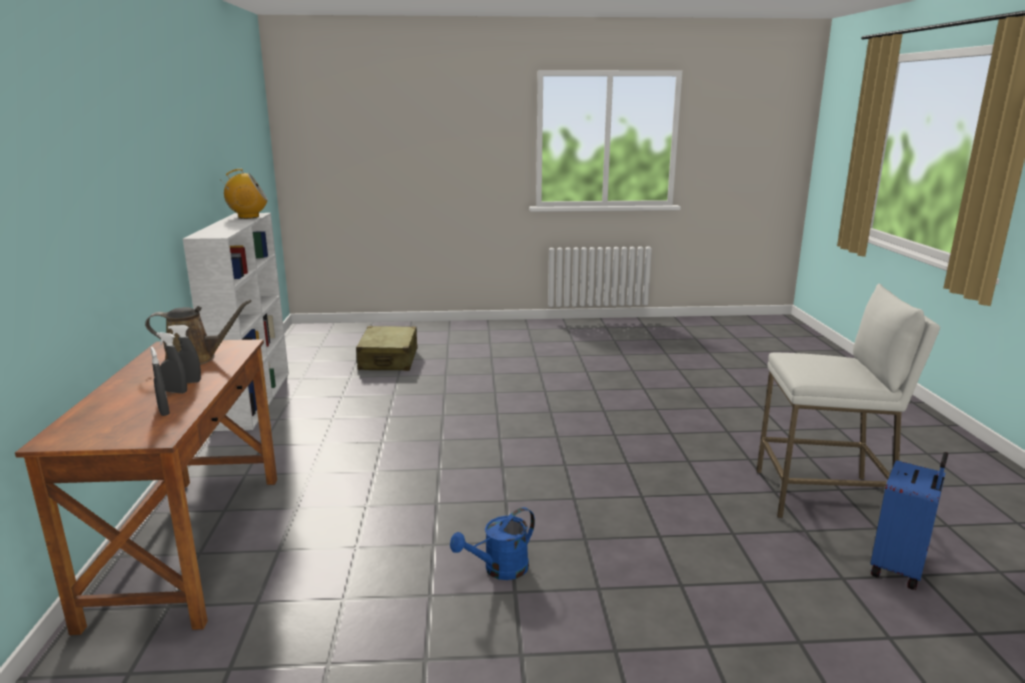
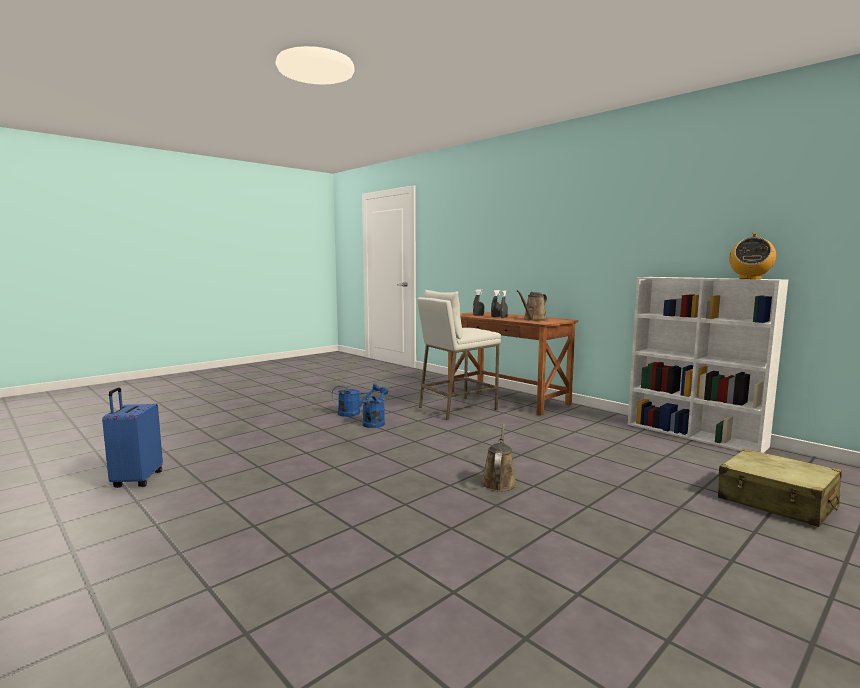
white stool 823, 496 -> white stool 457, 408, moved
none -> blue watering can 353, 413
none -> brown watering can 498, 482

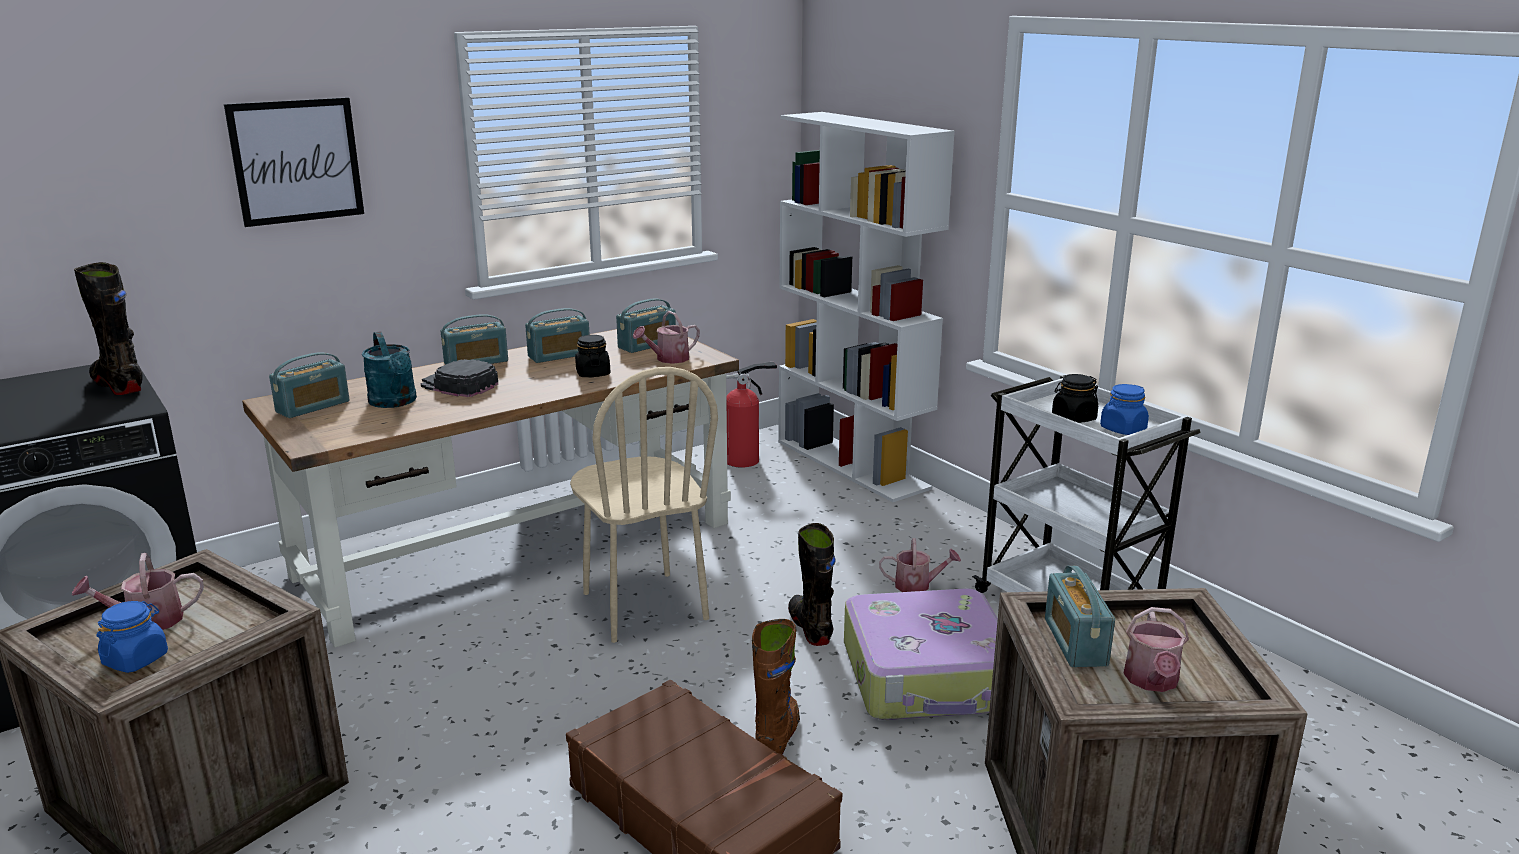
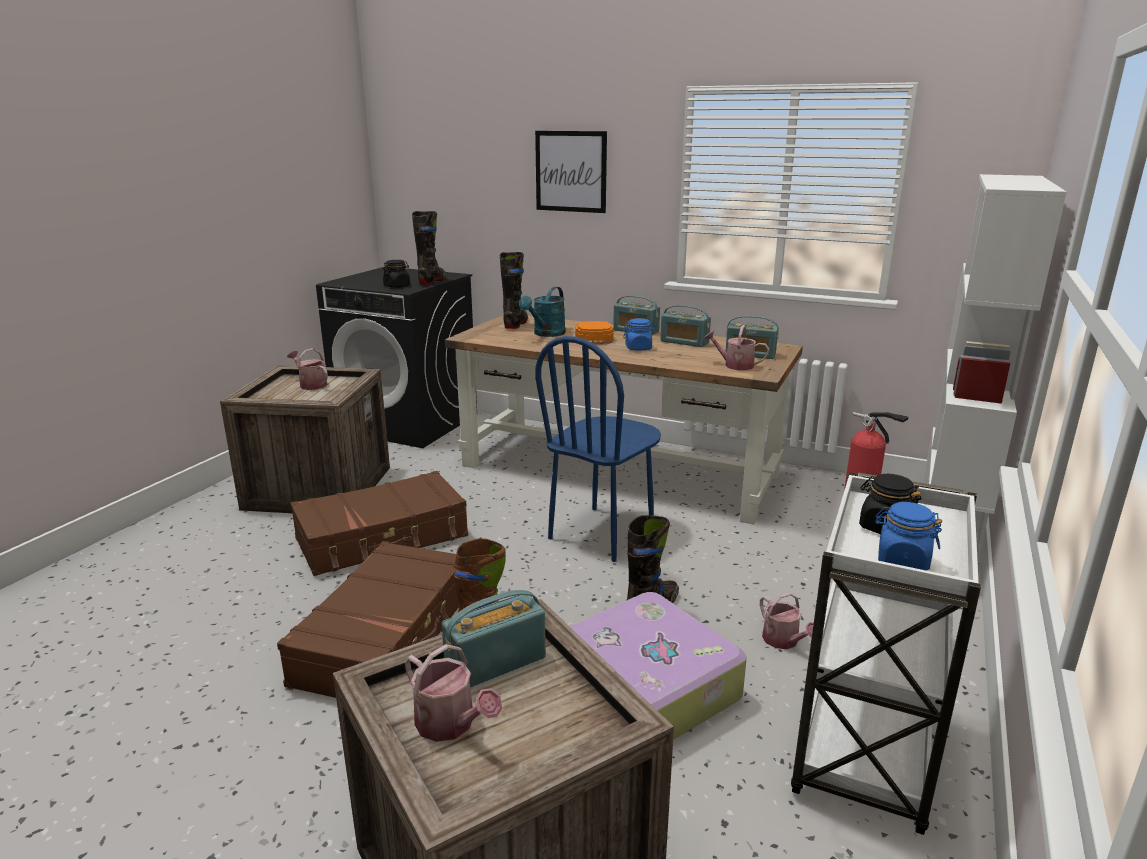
black jar 593, 373 -> black jar 397, 286, moved
radio 313, 407 -> black boot 516, 324
black cap 459, 385 -> orange cap 593, 337
beige chair 643, 606 -> blue chair 602, 533
blue jar 136, 659 -> blue jar 638, 348, moved
watering can 1152, 681 -> watering can 451, 724, 120 degrees counterclockwise
none -> brown suitcase 383, 538

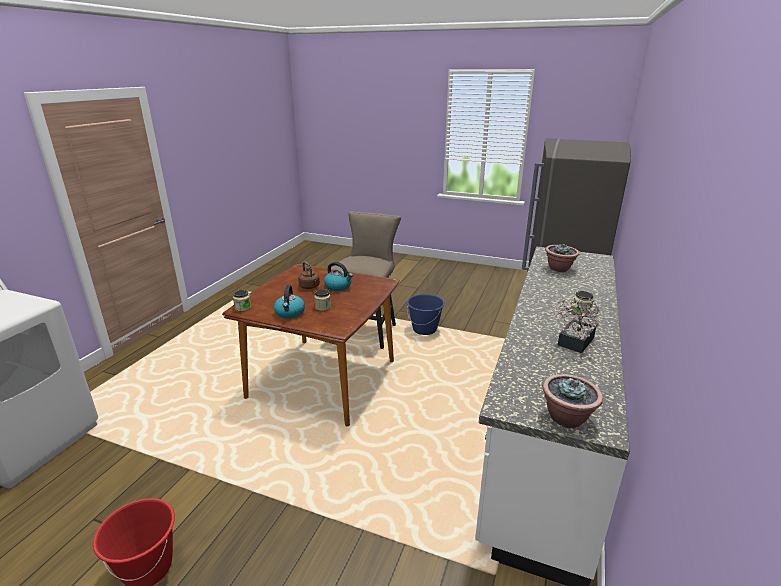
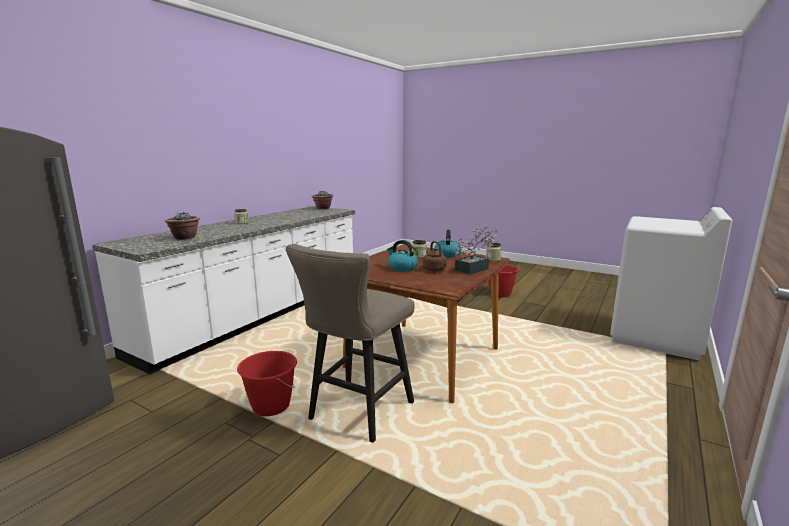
blue bucket 424, 329 -> red bucket 271, 406
potted plant 573, 343 -> potted plant 474, 269, moved

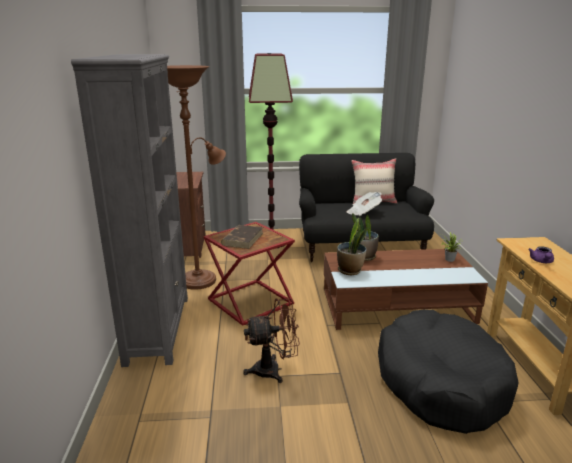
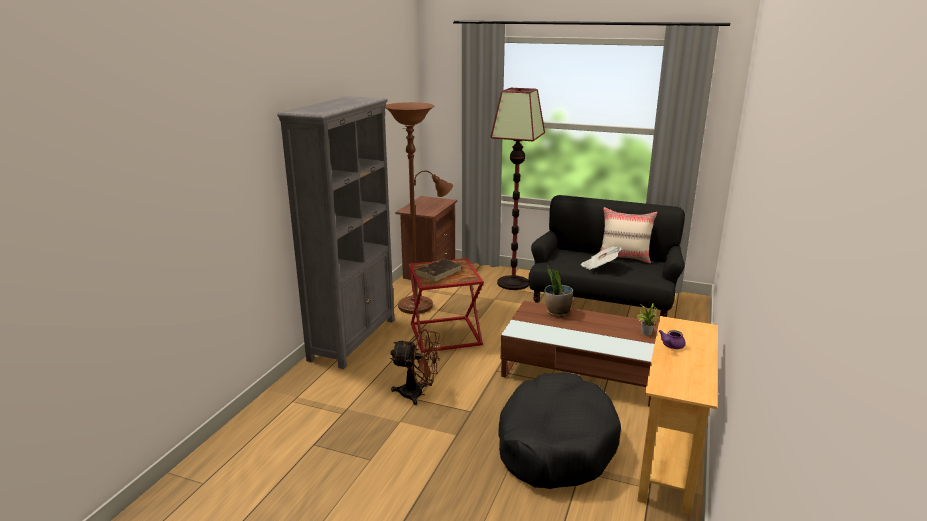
potted plant 350, 270 -> none

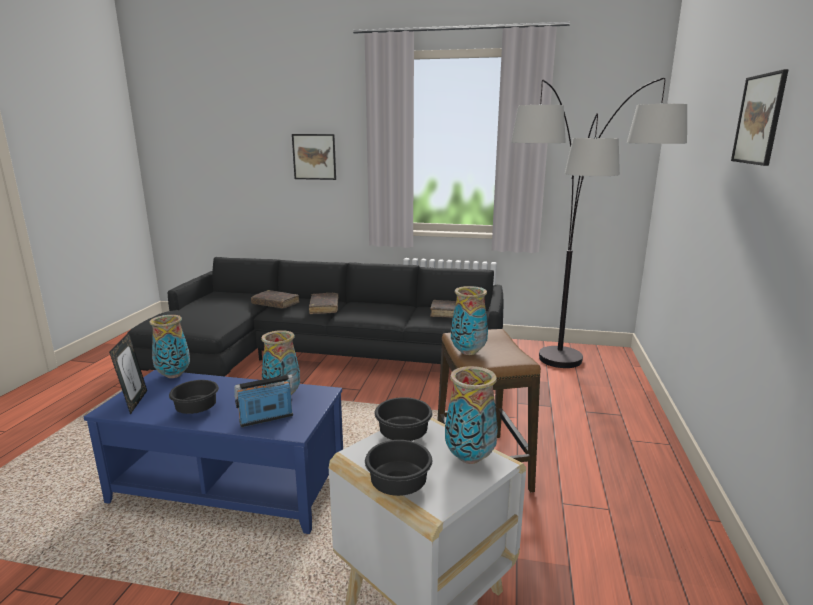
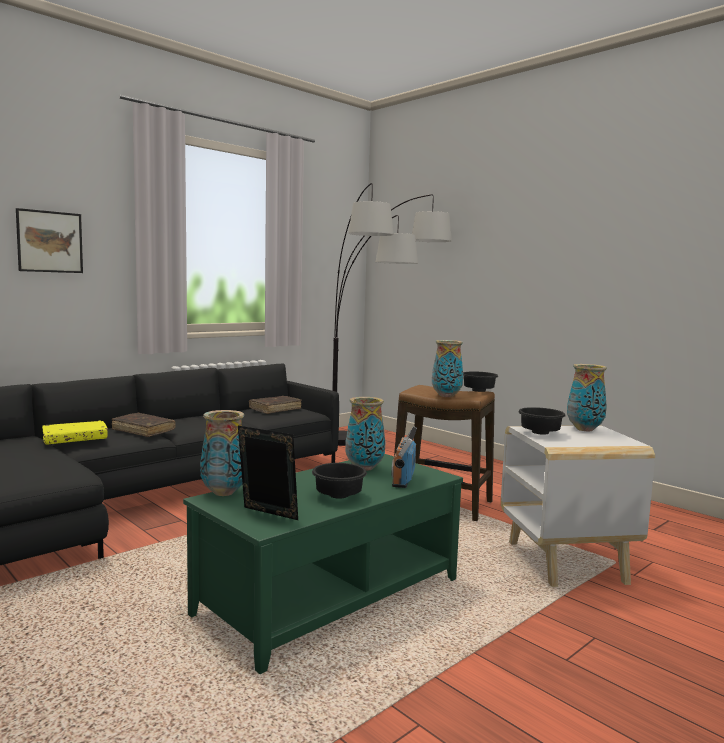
picture 759, 119 -> none
brown book 275, 304 -> yellow book 75, 439
blue coffee table 231, 484 -> green coffee table 329, 596
black bowl 400, 484 -> black bowl 478, 391, moved

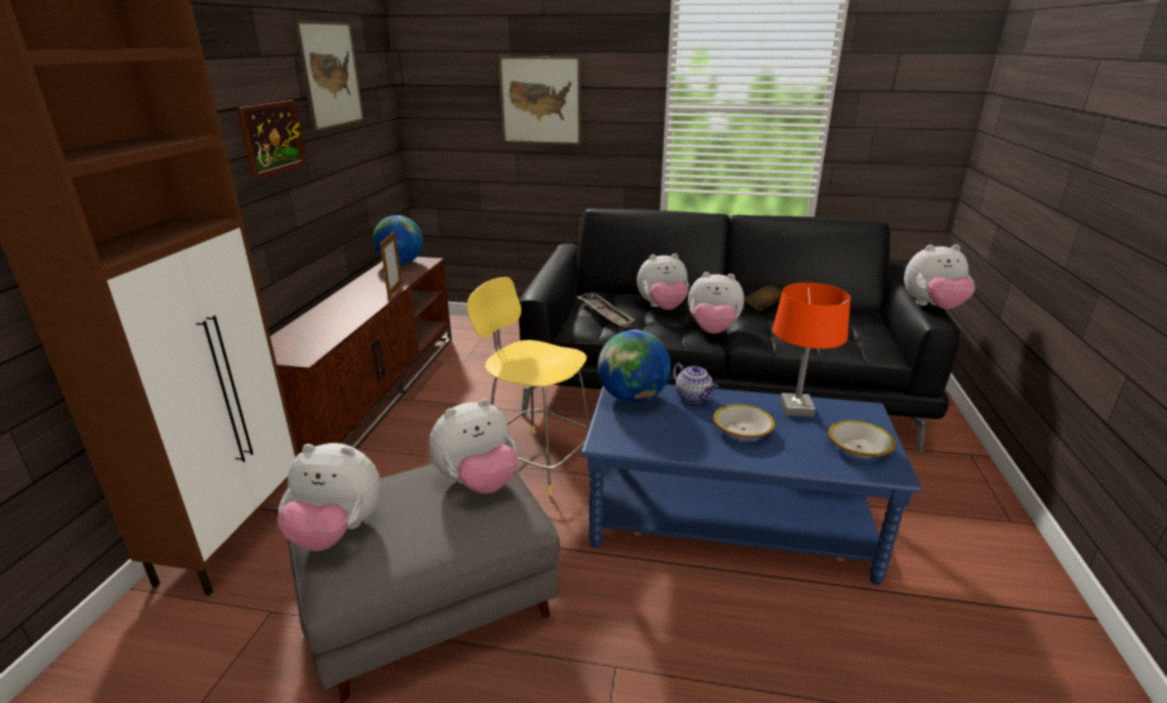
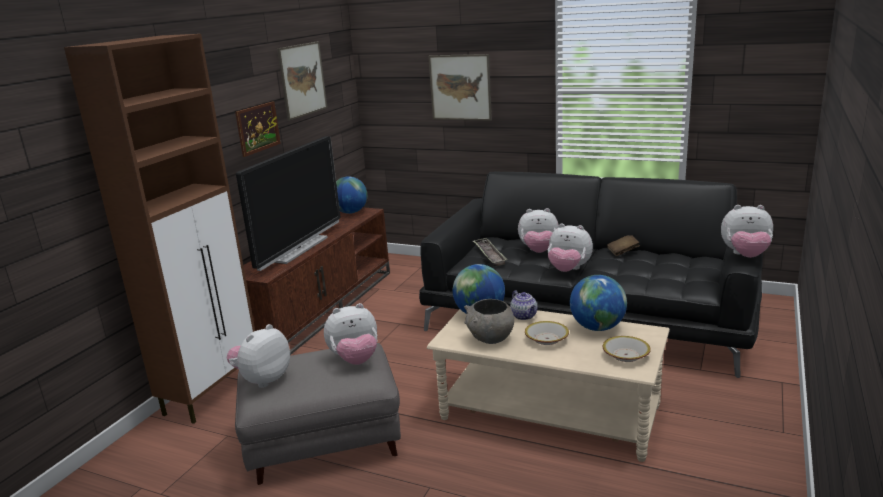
picture frame 395, 291 -> none
yellow stool 537, 460 -> none
orange table lamp 796, 408 -> globe 597, 327
blue coffee table 730, 523 -> beige coffee table 549, 413
plush toy 337, 532 -> plush toy 263, 379, 105 degrees clockwise
none -> television 298, 249
none -> grey bowl 490, 339

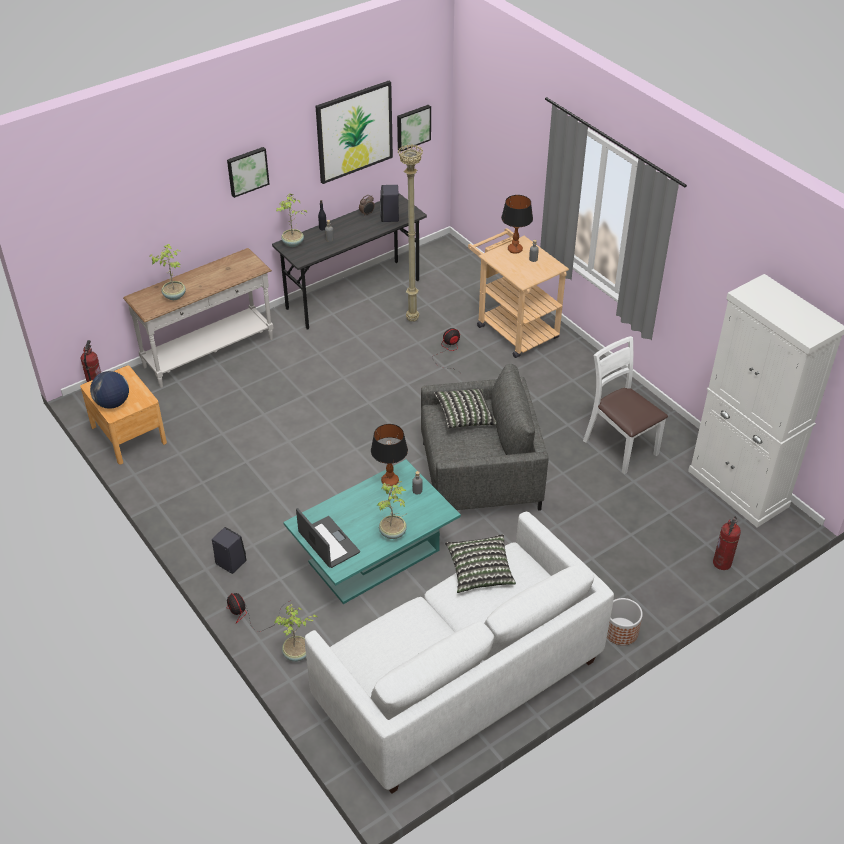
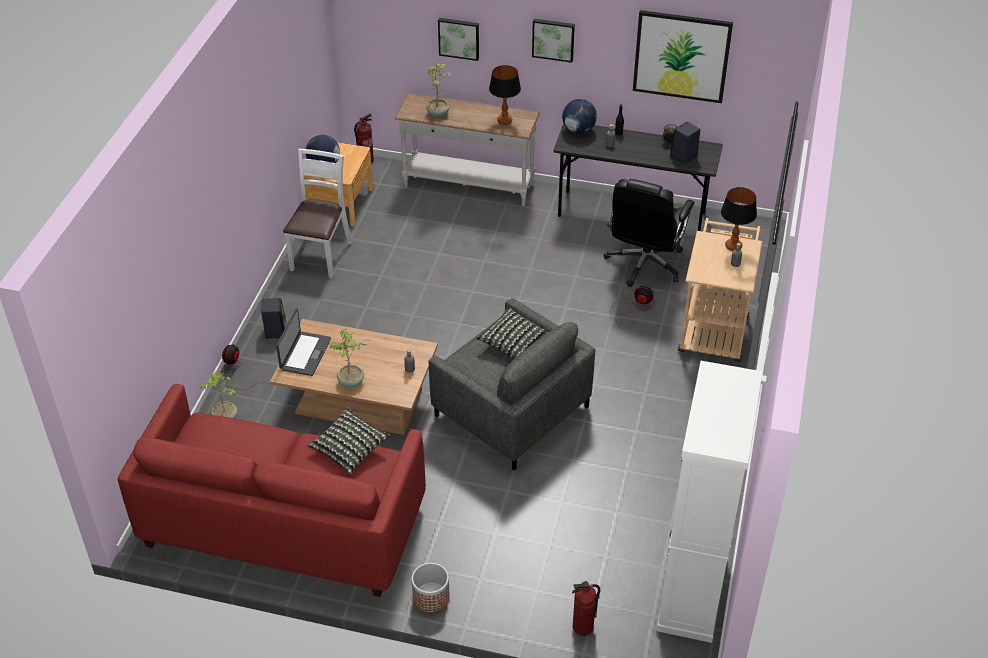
picture 413, 127 -> picture 459, 38, moved
beige floor lamp 411, 320 -> black office chair 644, 264
potted plant 293, 243 -> globe 578, 130
white chair 620, 446 -> white chair 321, 255, moved
table lamp 390, 481 -> table lamp 504, 121, moved
turquoise coffee table 374, 556 -> brown coffee table 358, 401
white sofa 458, 681 -> red sofa 283, 523

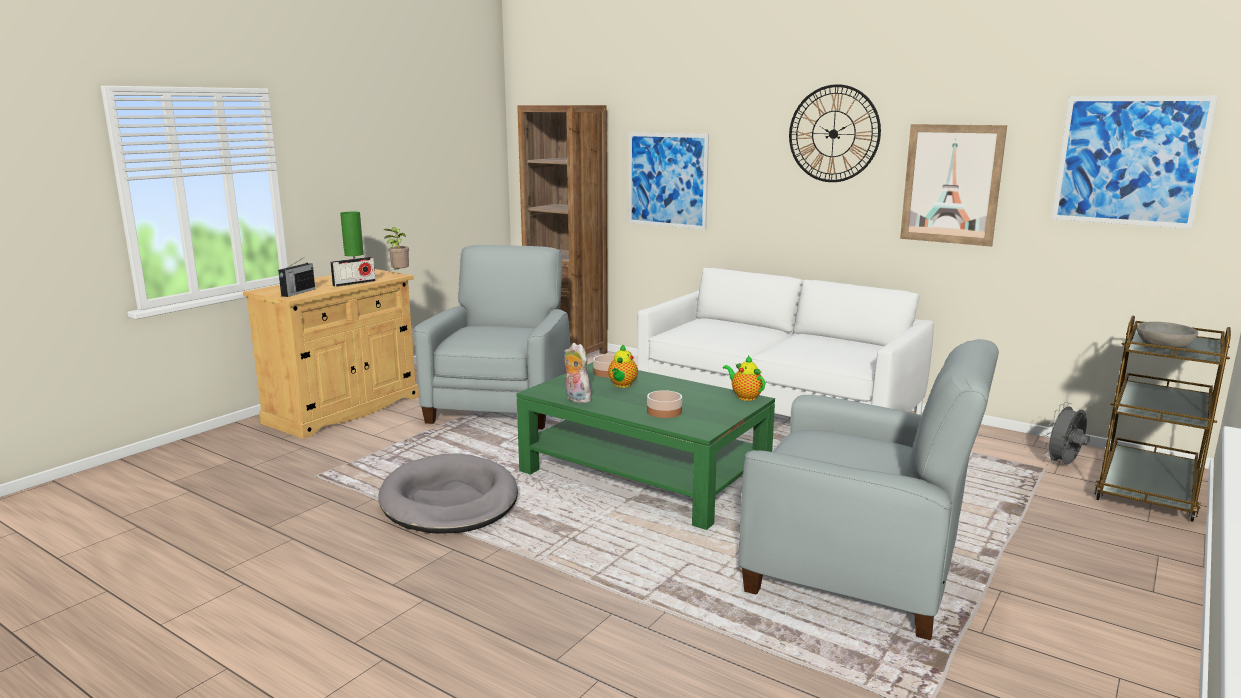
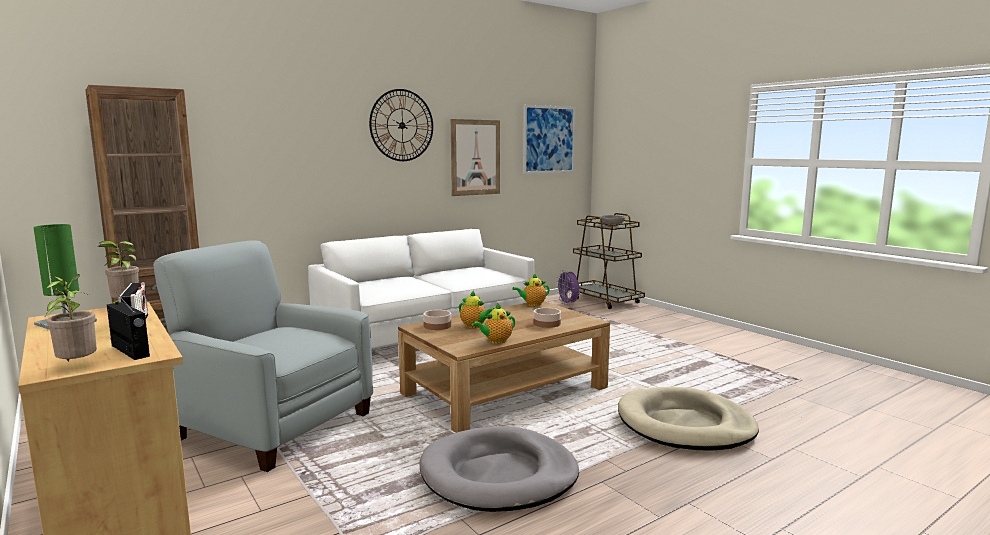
picture 667, 180 -> none
grey armchair 857, 571 -> none
plush toy 576, 399 -> teapot 496, 341
green coffee table 644, 475 -> brown coffee table 505, 391
grey fan 1063, 465 -> purple fan 568, 304
none -> potted plant 77, 366
none -> beige dog bed 685, 425

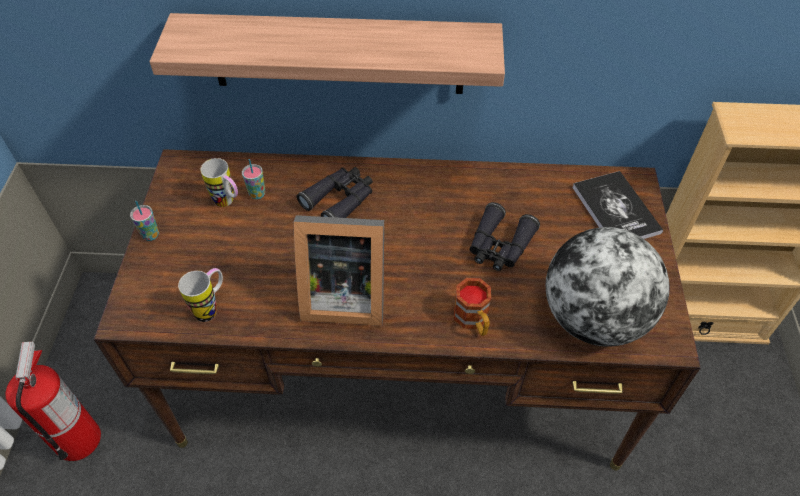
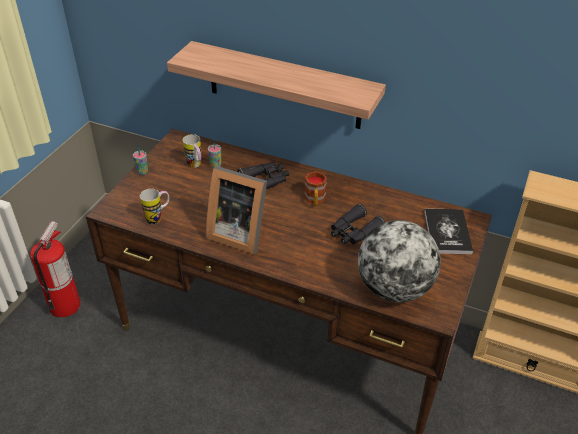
mug 473, 321 -> mug 315, 200, moved

